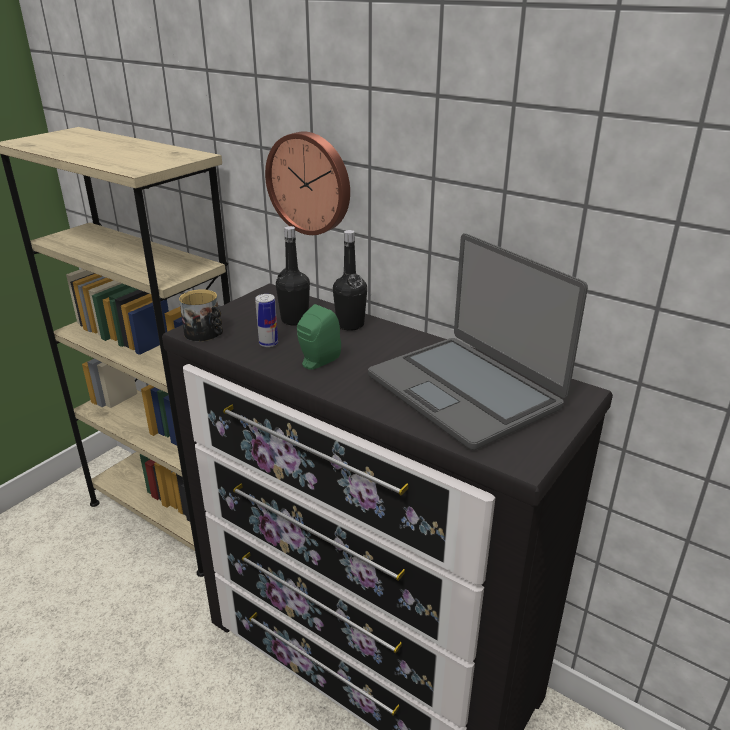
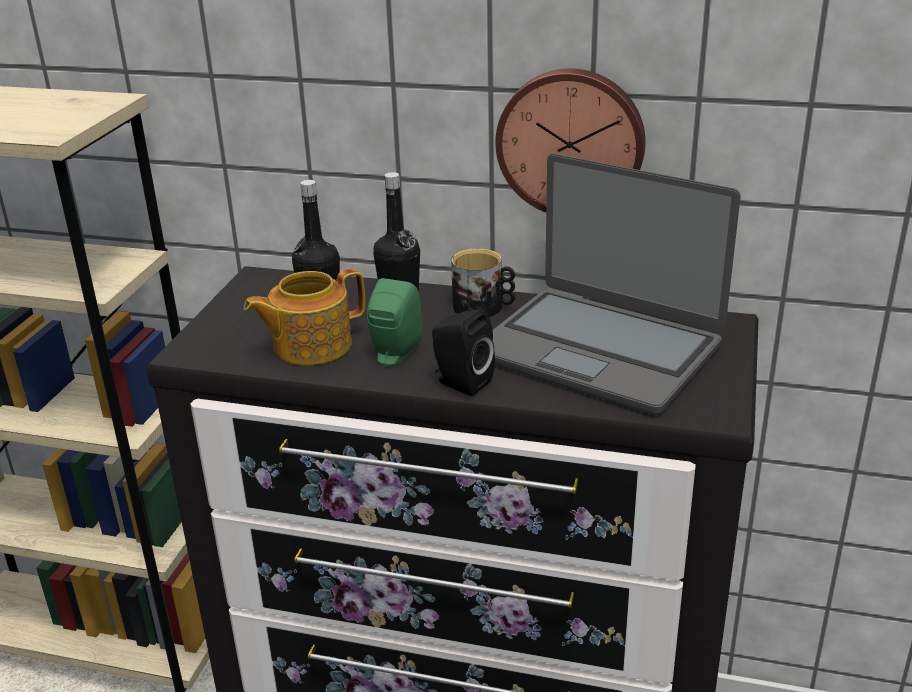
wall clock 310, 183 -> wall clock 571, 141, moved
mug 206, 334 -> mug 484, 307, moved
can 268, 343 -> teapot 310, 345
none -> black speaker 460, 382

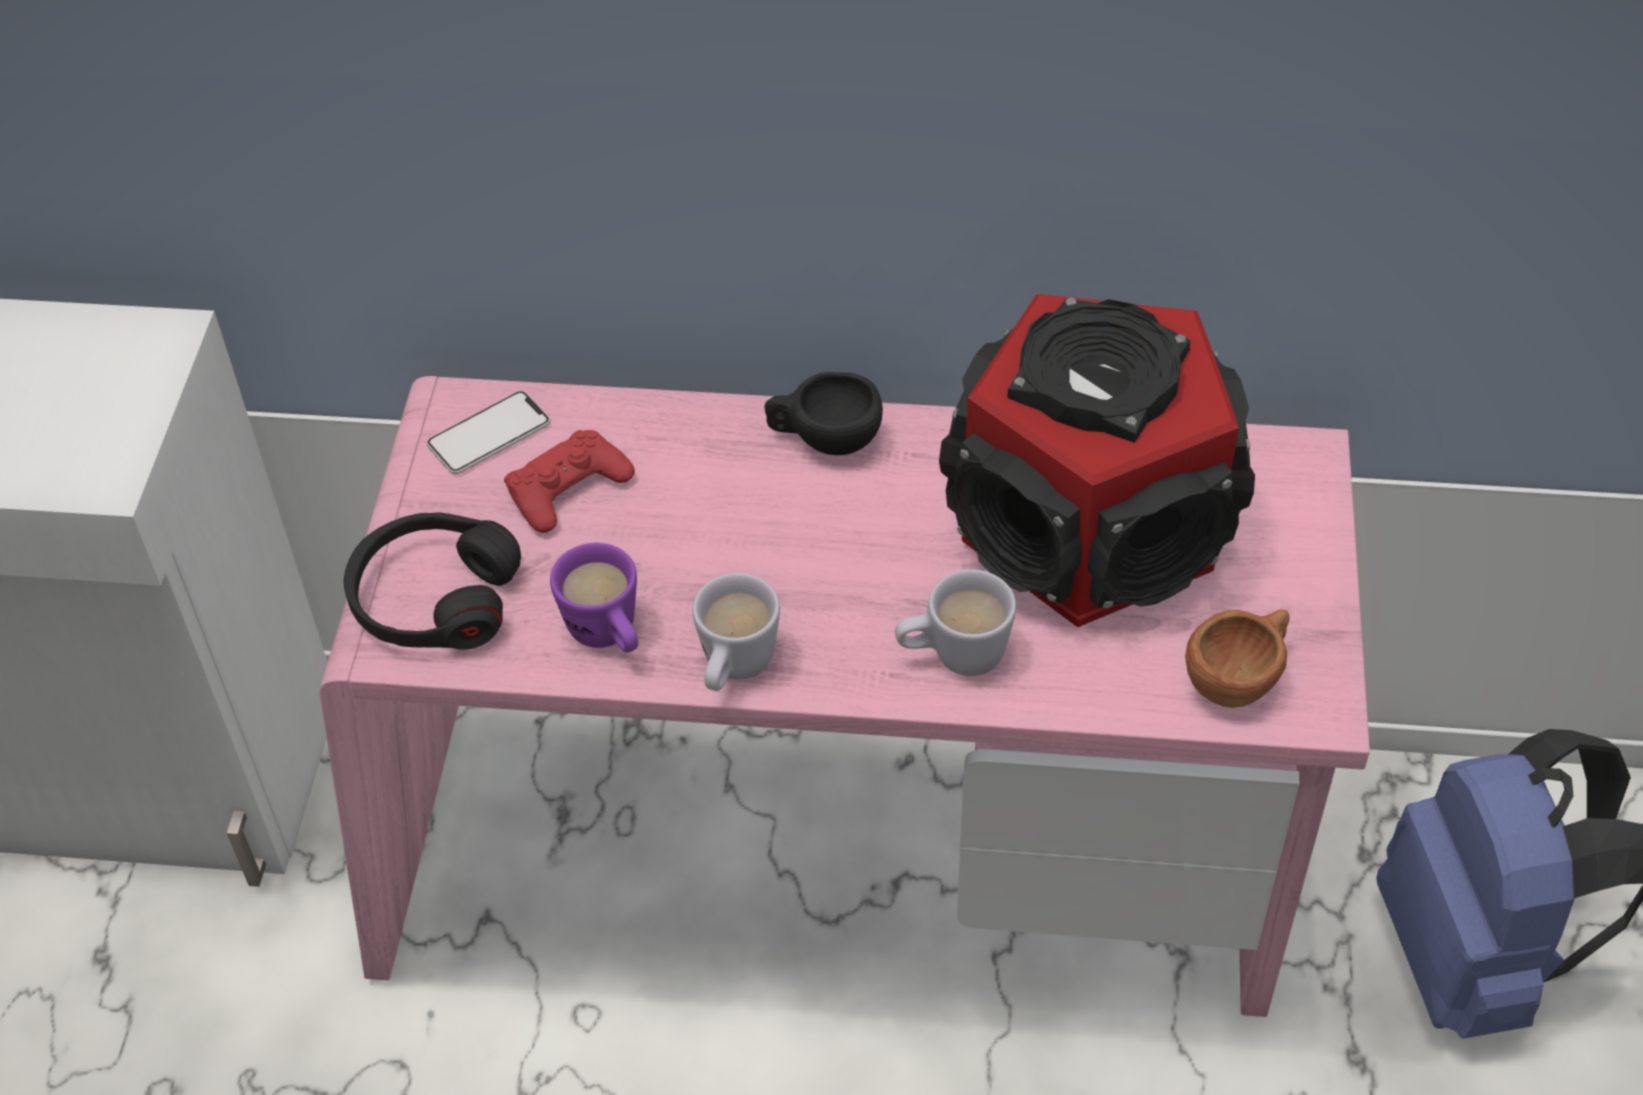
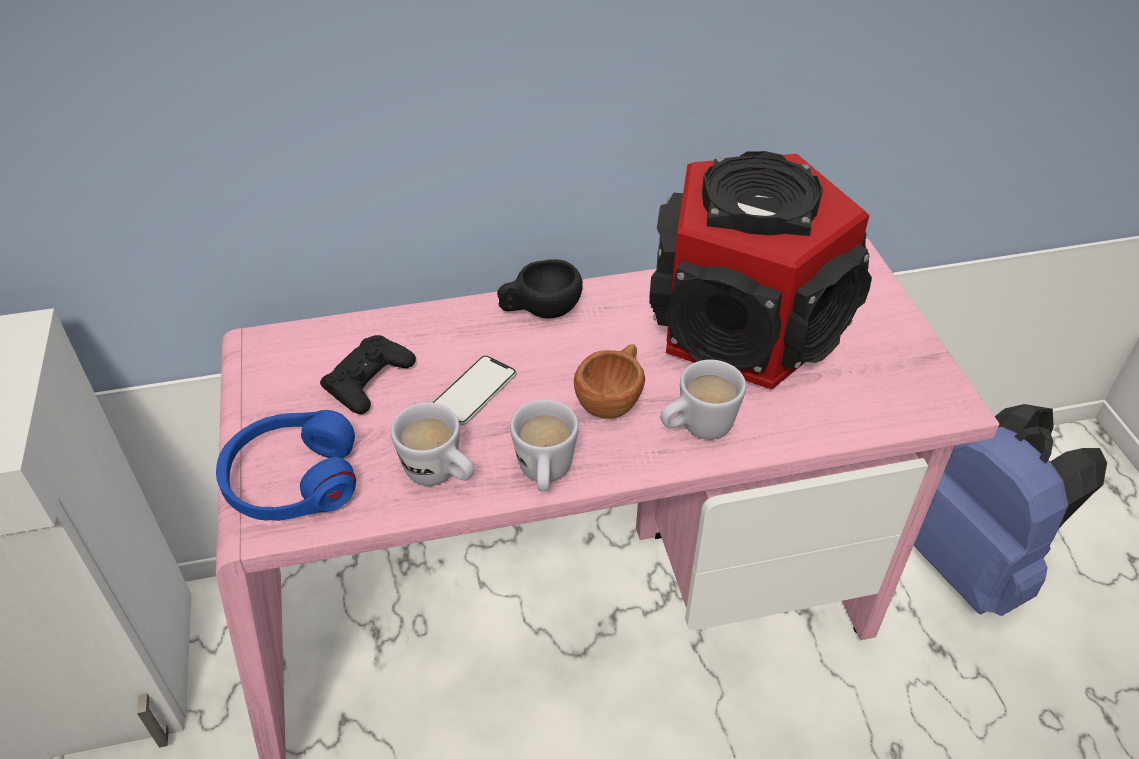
phone 489, 434 -> phone 474, 391, moved
red game controller 568, 488 -> black game controller 369, 380
black headphones 434, 598 -> blue headphones 292, 480
purple mug 609, 637 -> white mug 440, 475
brown cup 1239, 677 -> brown cup 613, 399, moved

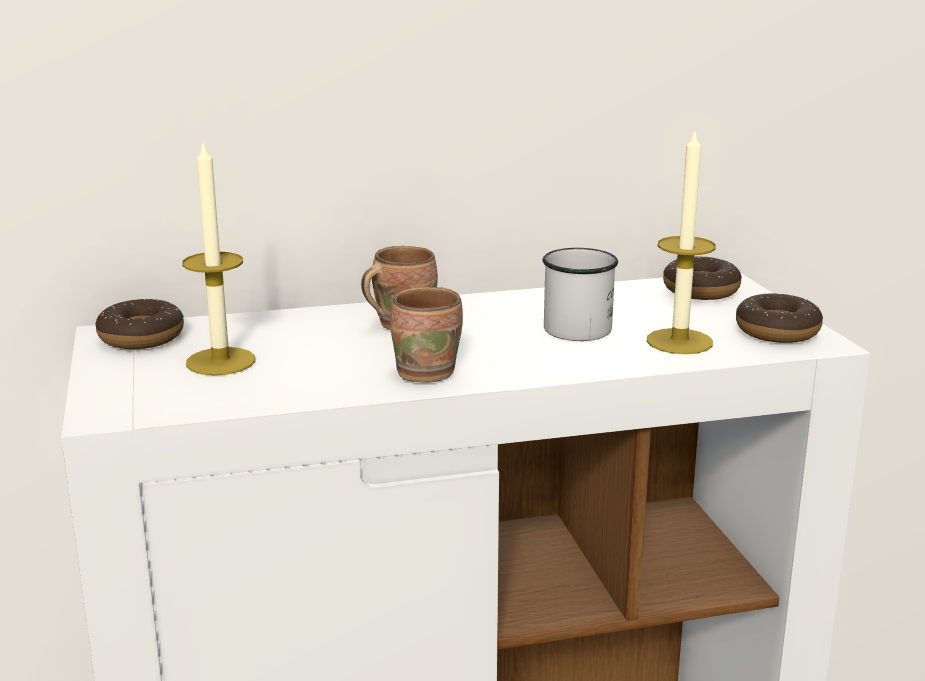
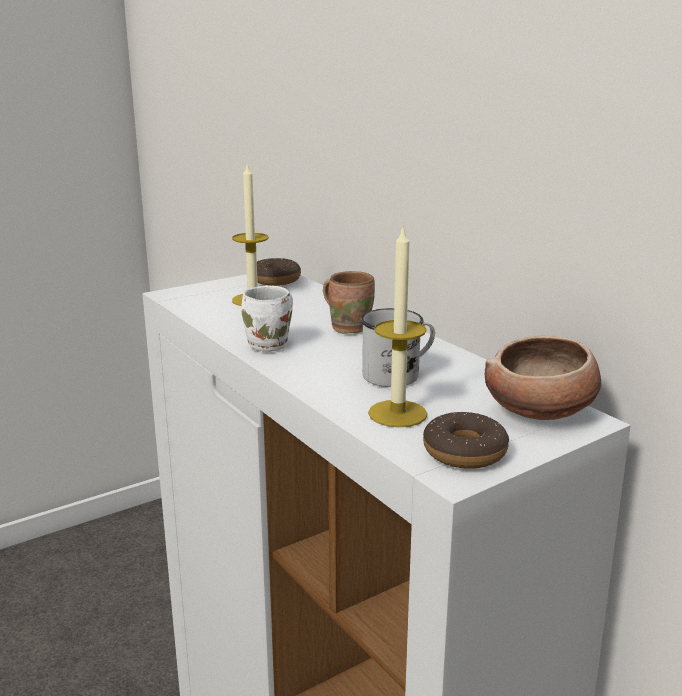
donut 701, 290 -> bowl 542, 411
brown mug 426, 371 -> white mug 272, 345

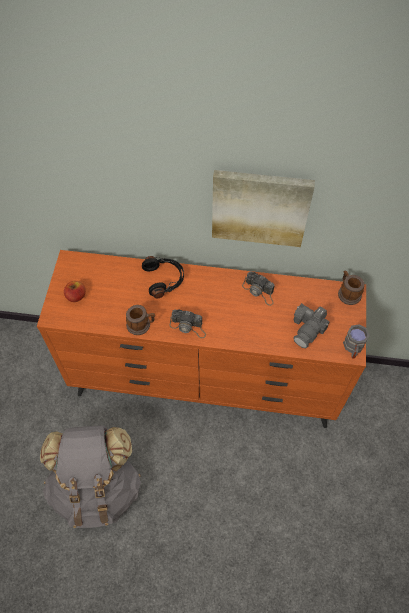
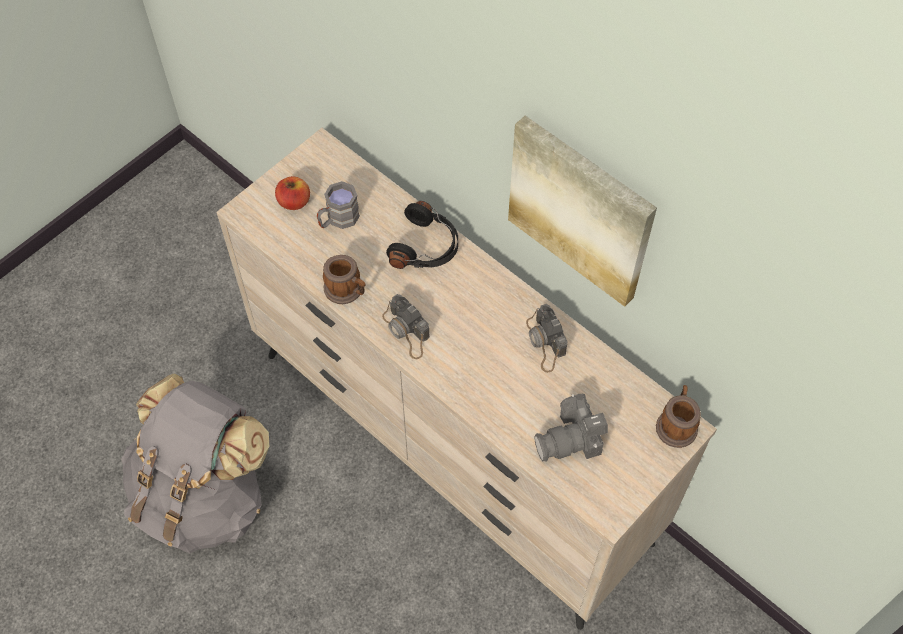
orange dresser 205, 382 -> beige dresser 453, 448
grey mug 353, 348 -> grey mug 338, 219, moved

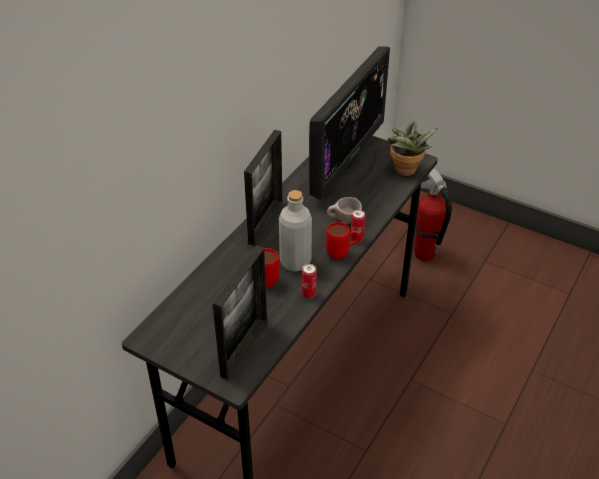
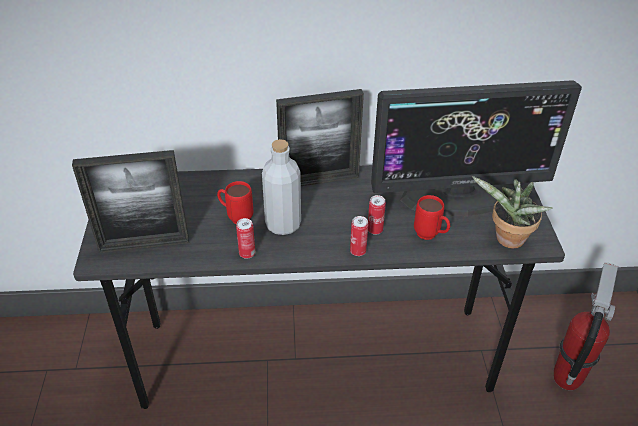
beige cup 343, 221 -> can 375, 230
red mug 342, 254 -> red mug 430, 236, moved

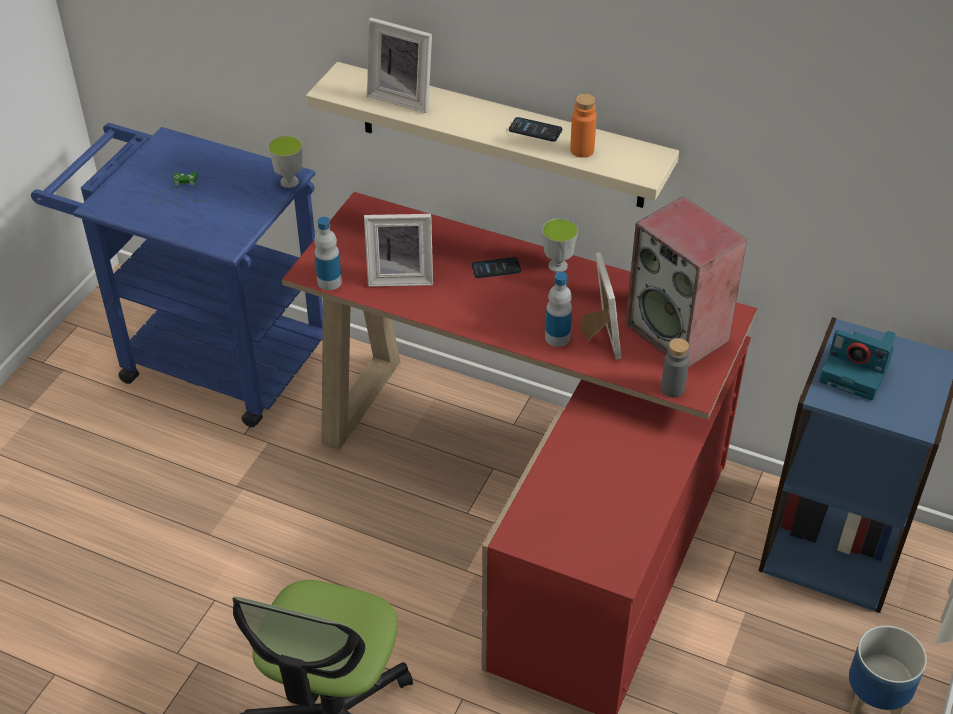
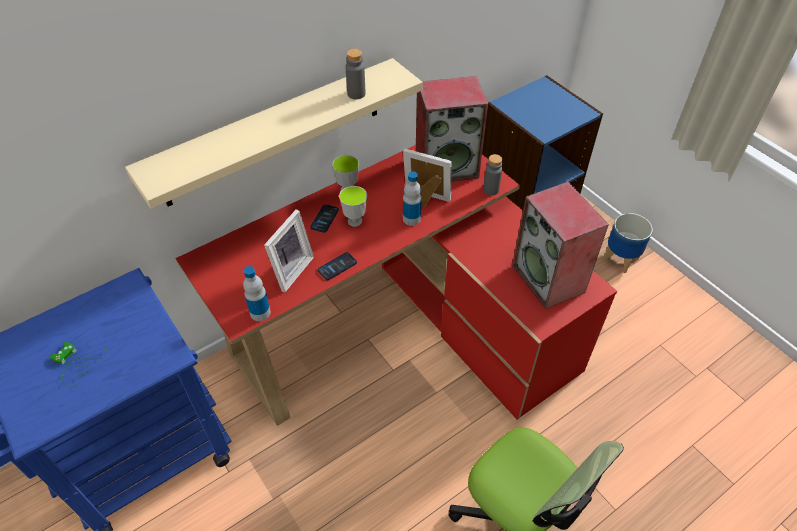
picture frame 403, 97 -> none
orange bottle 582, 150 -> grey bottle 356, 94
phone 535, 130 -> phone 337, 266, moved
cup 289, 182 -> cup 355, 221, moved
photo camera 856, 372 -> none
none -> speaker 549, 279

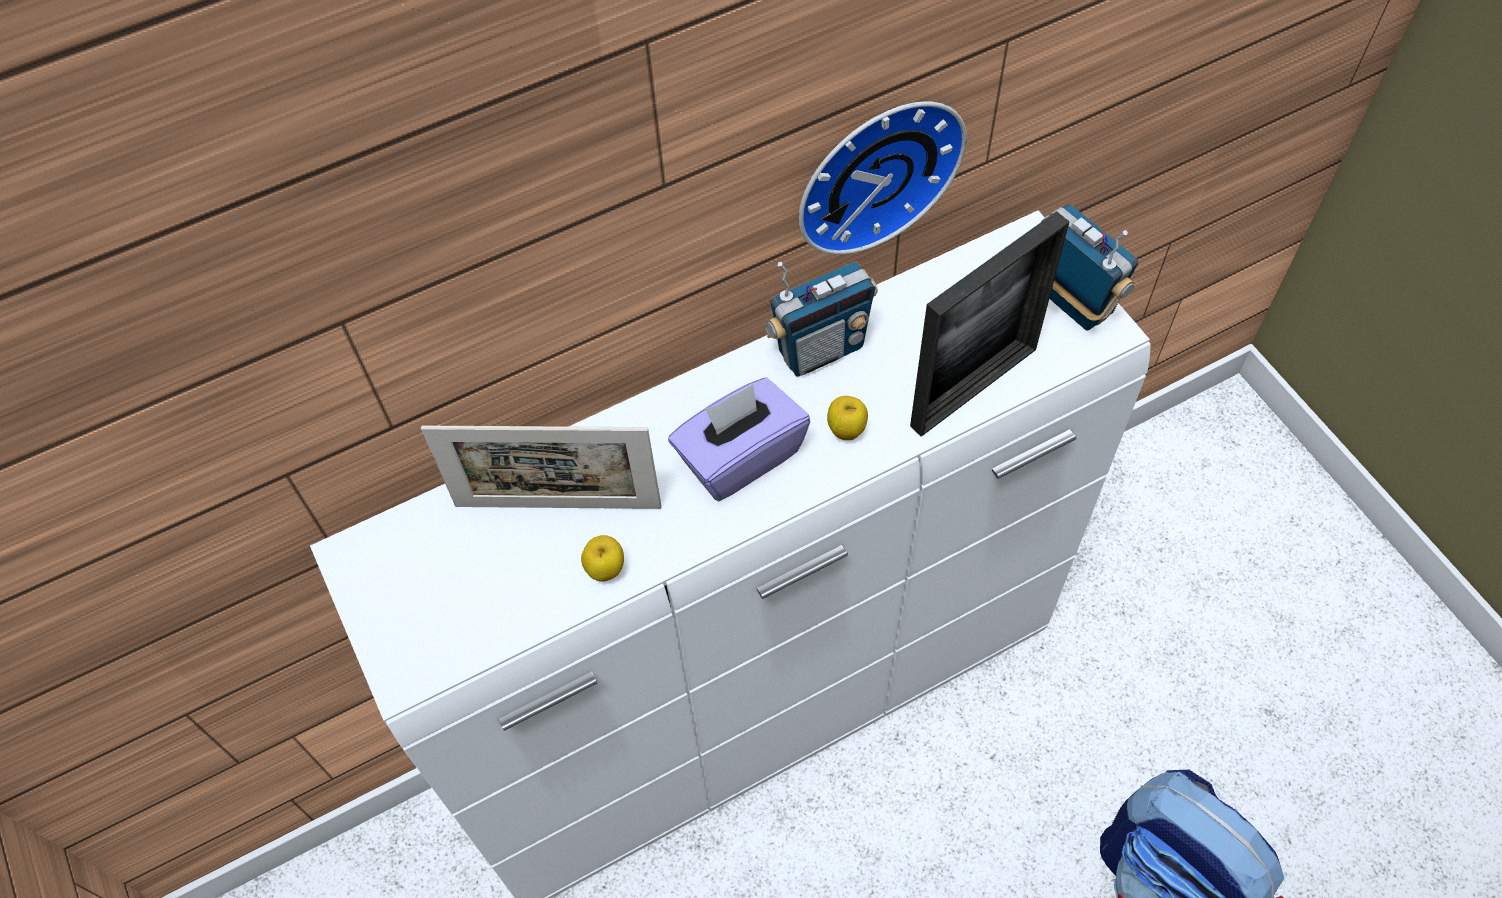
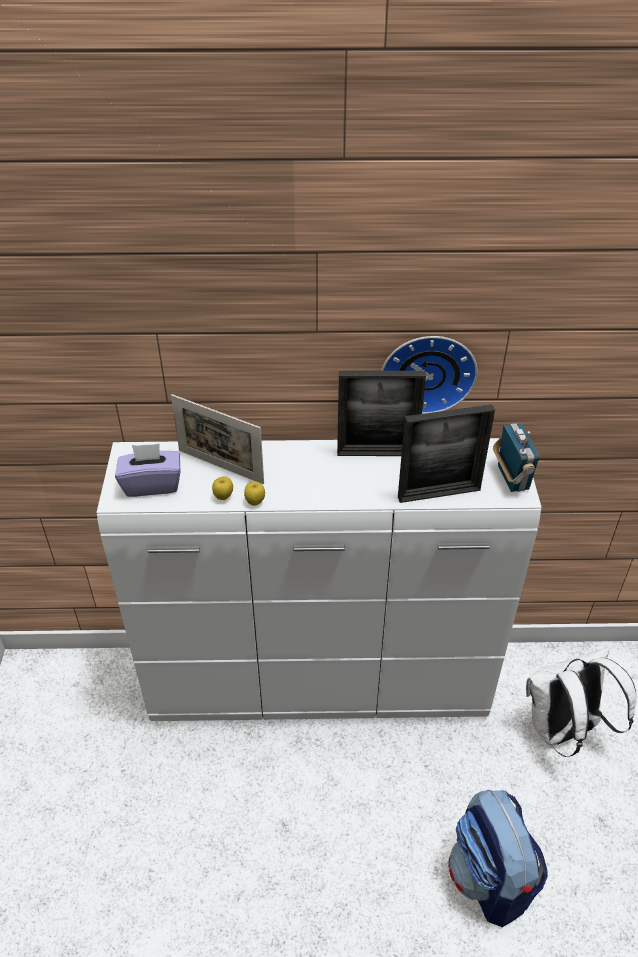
radio 820, 349 -> picture frame 377, 453
purple tissue box 739, 457 -> purple tissue box 152, 484, moved
apple 846, 431 -> apple 255, 502, moved
none -> white backpack 563, 730

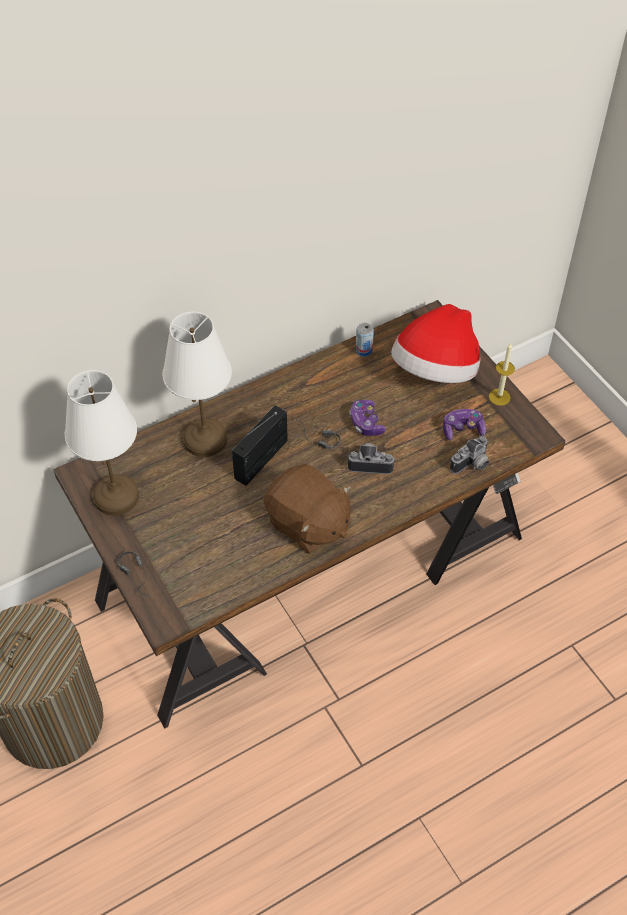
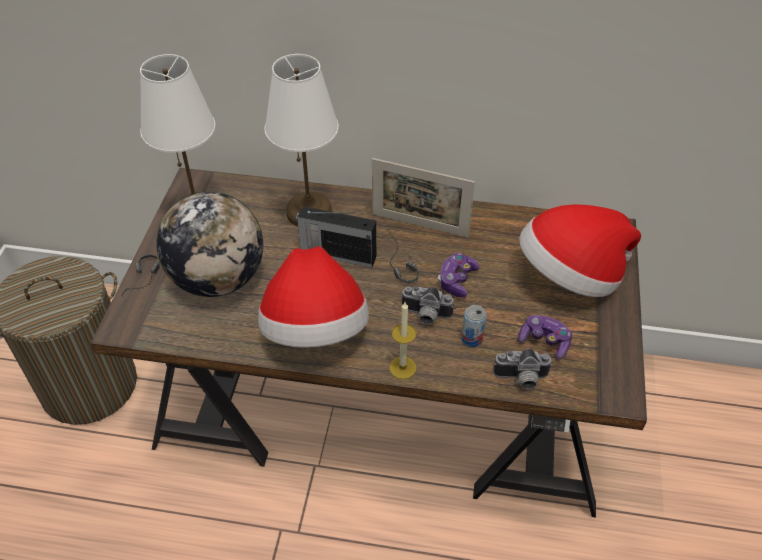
can 364, 350 -> can 472, 338, moved
candle 499, 397 -> candle 402, 367, moved
radio 262, 458 -> radio 337, 254, 150 degrees counterclockwise
photo camera 370, 463 -> photo camera 425, 316, 150 degrees clockwise
brown plush toy 308, 524 -> hat 315, 330
none -> picture frame 419, 225
none -> globe 218, 279

